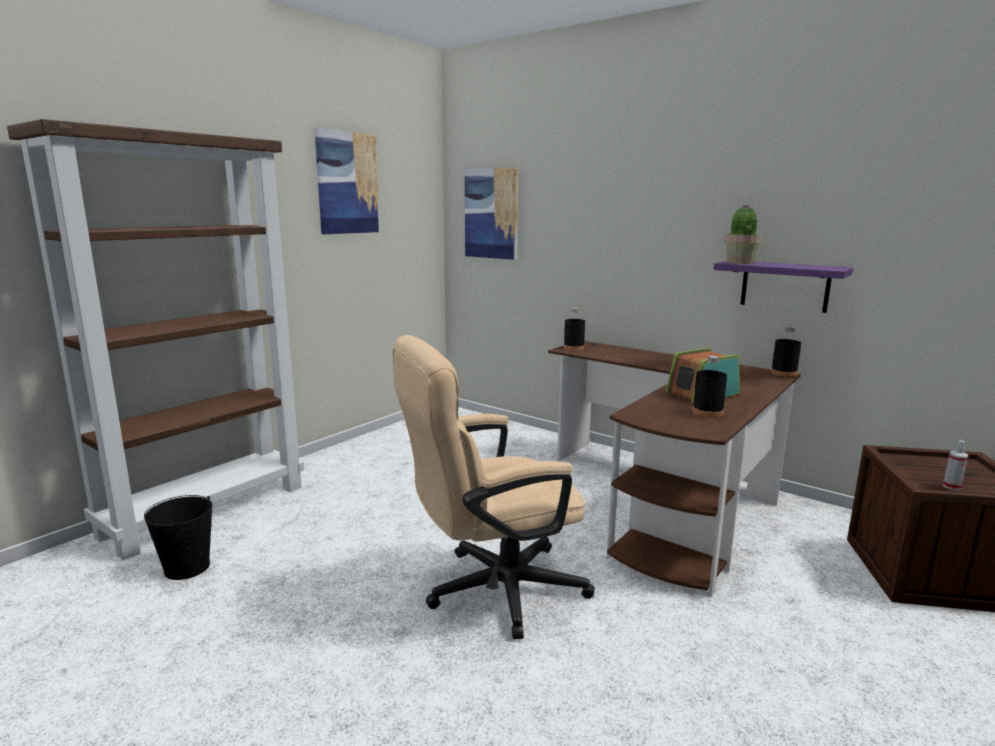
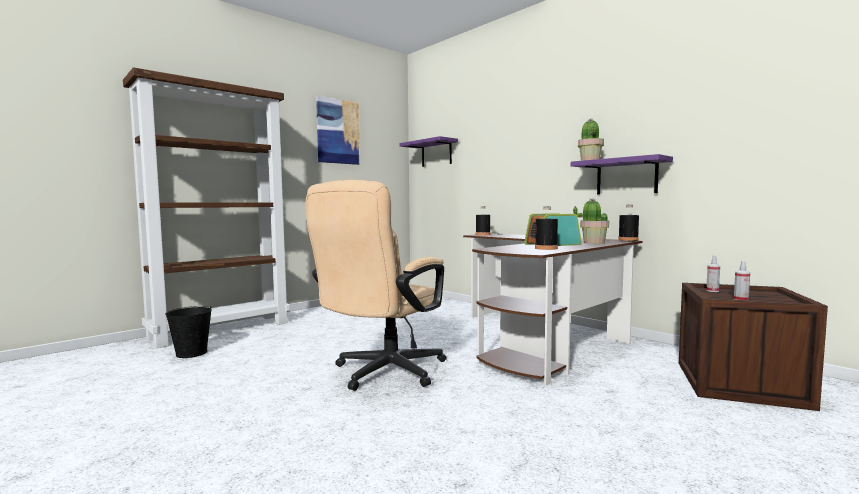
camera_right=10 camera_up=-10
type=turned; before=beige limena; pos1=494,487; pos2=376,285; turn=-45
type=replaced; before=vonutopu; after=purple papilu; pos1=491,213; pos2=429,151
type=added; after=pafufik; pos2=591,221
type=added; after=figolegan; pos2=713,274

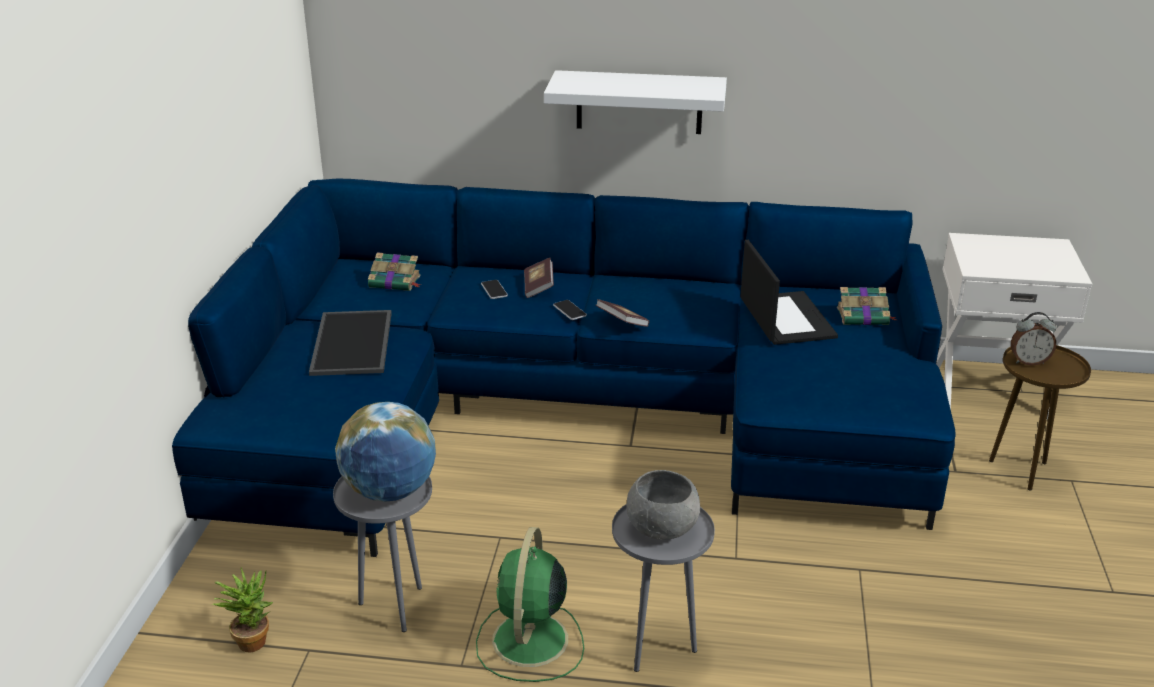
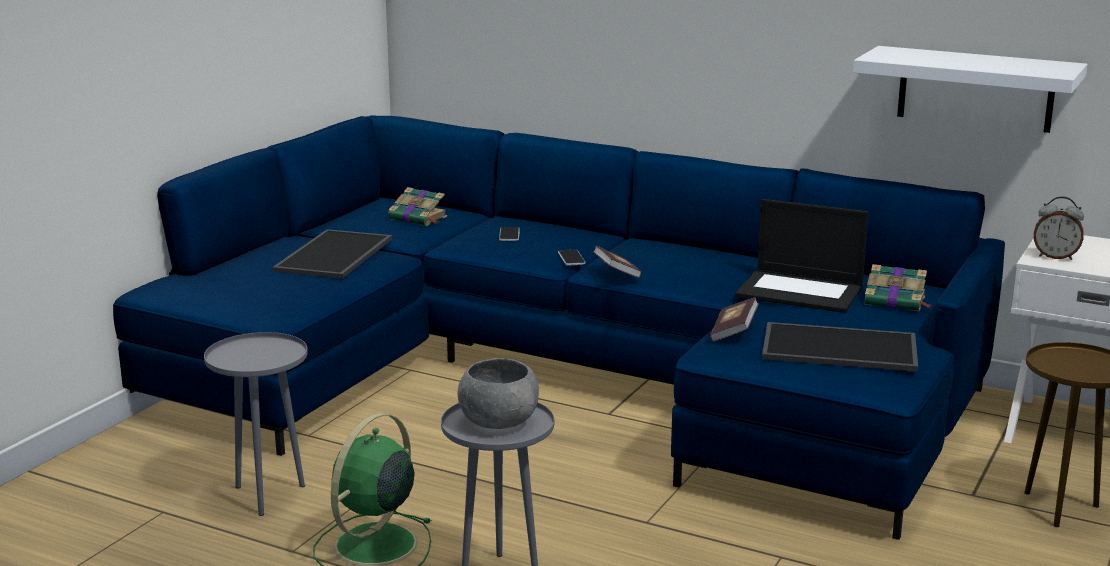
camera_right=20 camera_up=-10
type=removed; before=pafufik; pos1=242,609
type=removed; before=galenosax; pos1=385,452
type=moved; before=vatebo; pos1=539,278; pos2=734,319
type=moved; before=white papilu; pos1=635,102; pos2=970,89
type=turned; before=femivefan; pos1=789,292; pos2=802,256; turn=105
type=moved; before=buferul; pos1=1033,339; pos2=1059,228
type=added; after=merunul; pos2=840,347

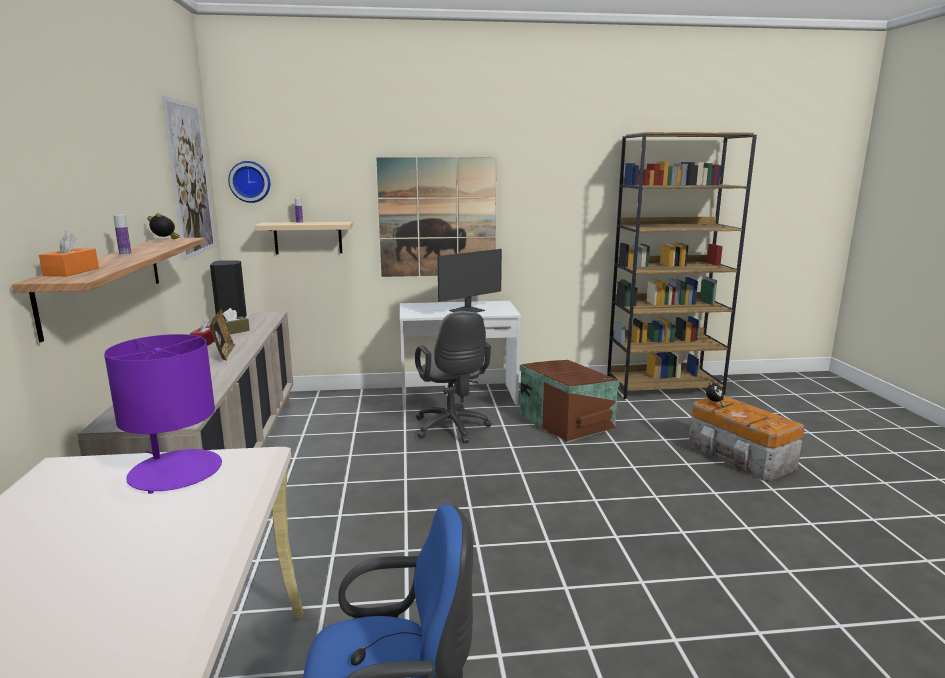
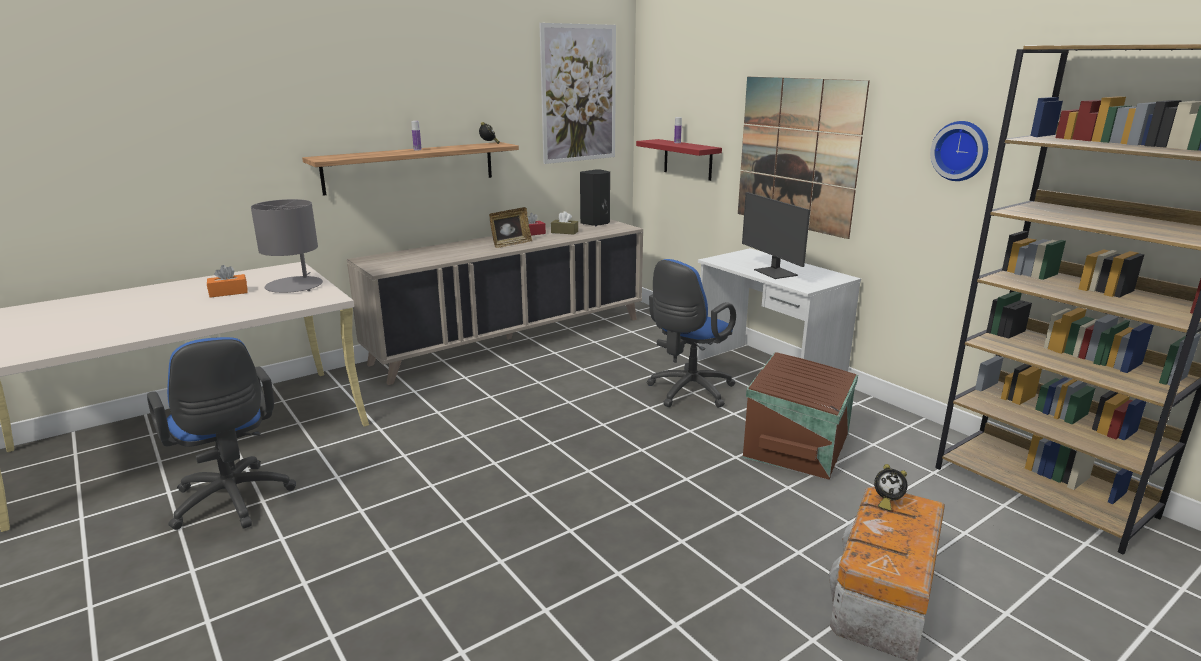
camera_right=60 camera_up=5
type=moved; before=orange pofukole; pos1=69,253; pos2=227,281
type=recoloured; before=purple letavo; after=grey letavo; pos1=163,414; pos2=287,246
type=moved; before=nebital; pos1=249,182; pos2=959,151
type=recoloured; before=beige papilu; after=red papilu; pos1=303,238; pos2=679,160
type=recoloured; before=grey limena; after=blue limena; pos1=453,377; pos2=691,333
type=turned; before=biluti; pos1=469,281; pos2=776,235; turn=45

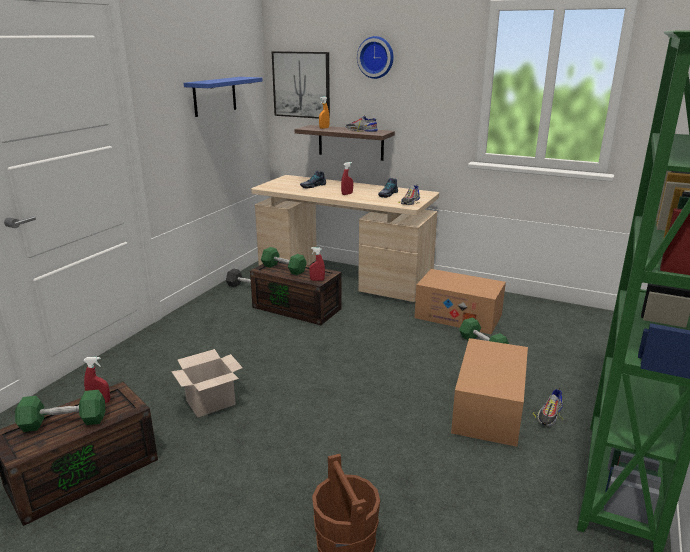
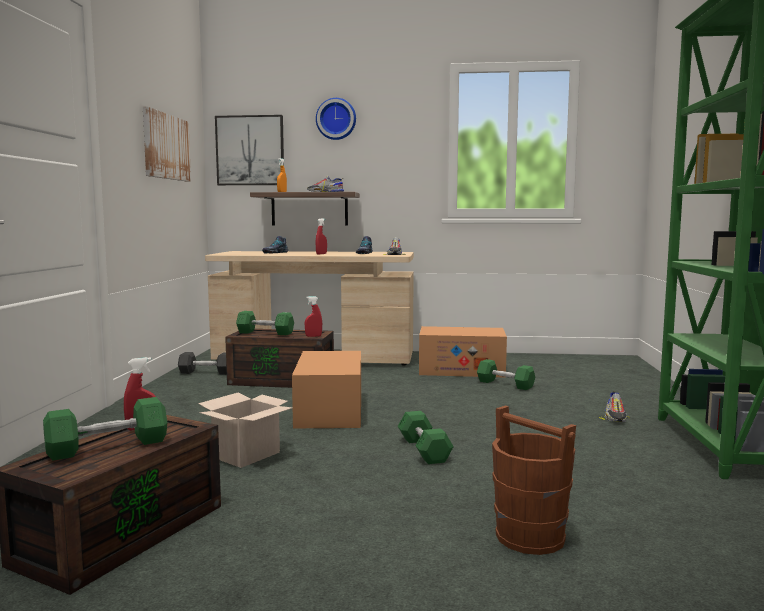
camera_right=-20 camera_up=-15
type=replaced; before=blue papilu; after=vonutopu; pos1=223,97; pos2=167,144
type=moved; before=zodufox; pos1=489,392; pos2=326,389
type=added; after=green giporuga; pos2=426,437

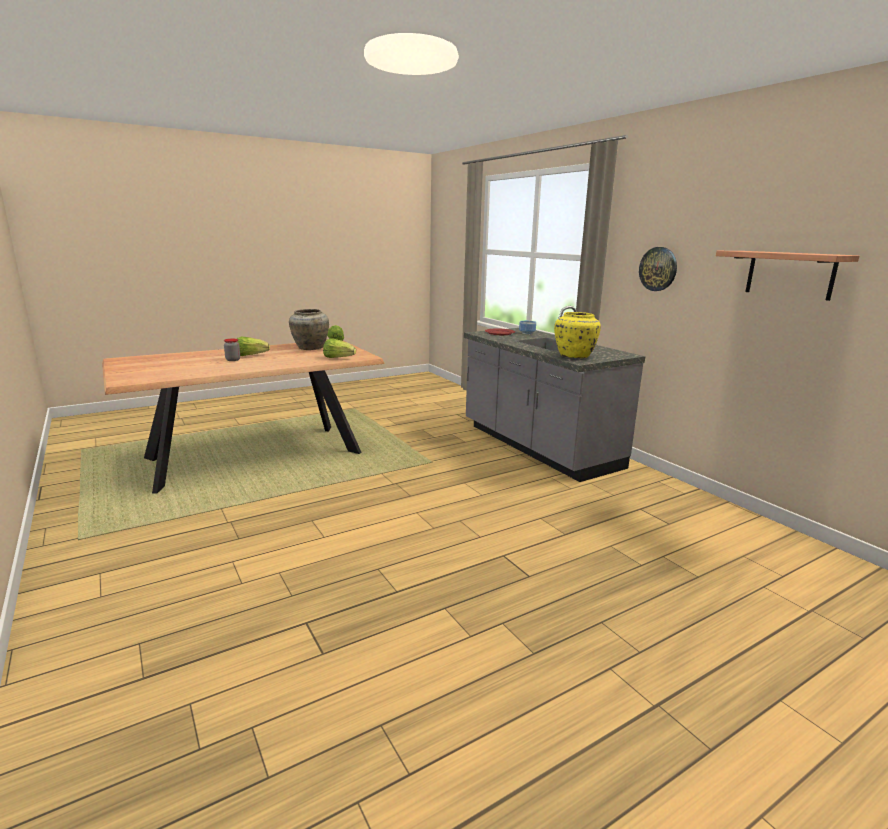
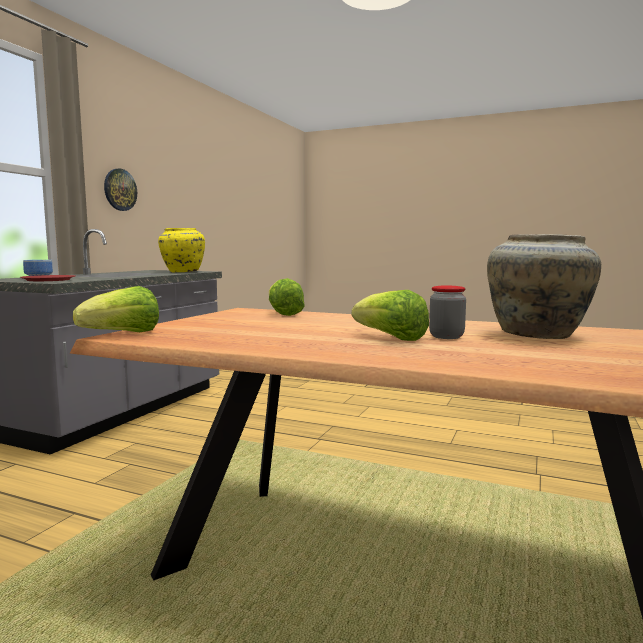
camera_right=-125 camera_up=-10
type=moved; before=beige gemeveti; pos1=309,329; pos2=544,286
type=removed; before=papilu; pos1=787,276

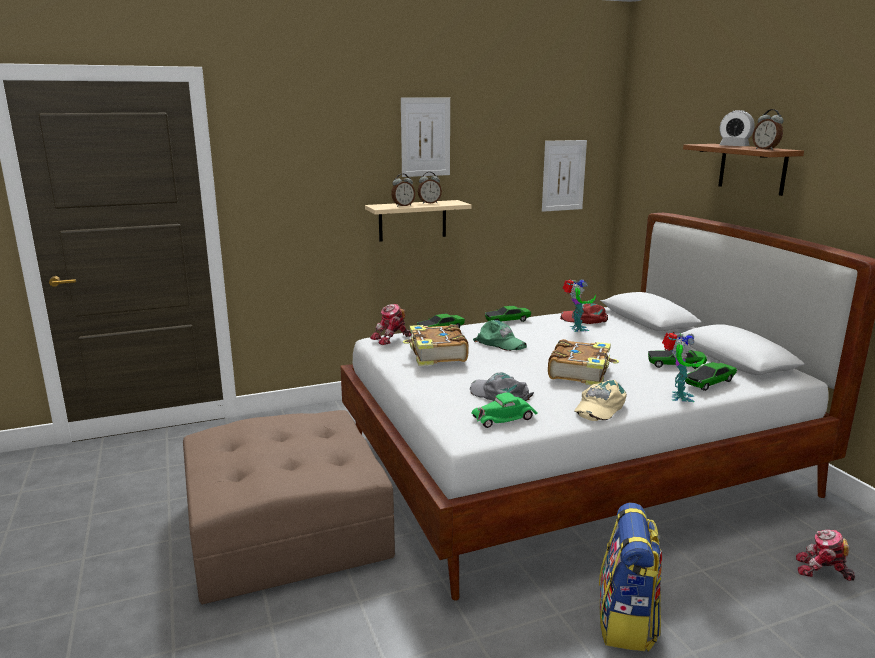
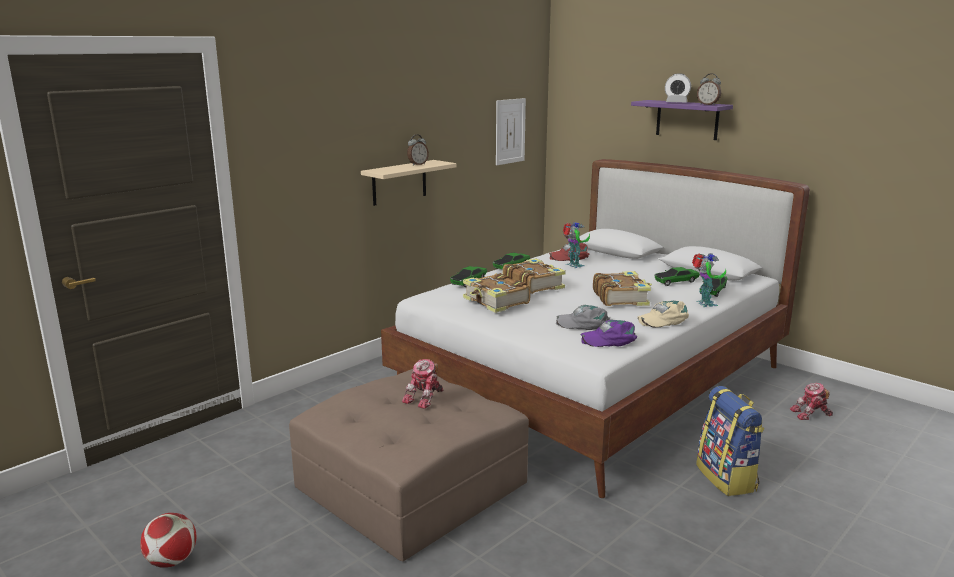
camera_right=-25 camera_up=0
type=moved; before=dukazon; pos1=391,324; pos2=422,384
type=removed; before=buferul; pos1=403,190
type=removed; before=vonutopu; pos1=425,137
type=replaced; before=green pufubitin; after=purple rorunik; pos1=504,410; pos2=608,333
type=replaced; before=green rorunik; after=vatebo; pos1=500,335; pos2=534,276
type=turned; before=beige rorunik; pos1=600,400; pos2=663,314; turn=60
type=recoloured; before=brown papilu; after=purple papilu; pos1=743,170; pos2=682,120
type=added; after=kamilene; pos2=168,540

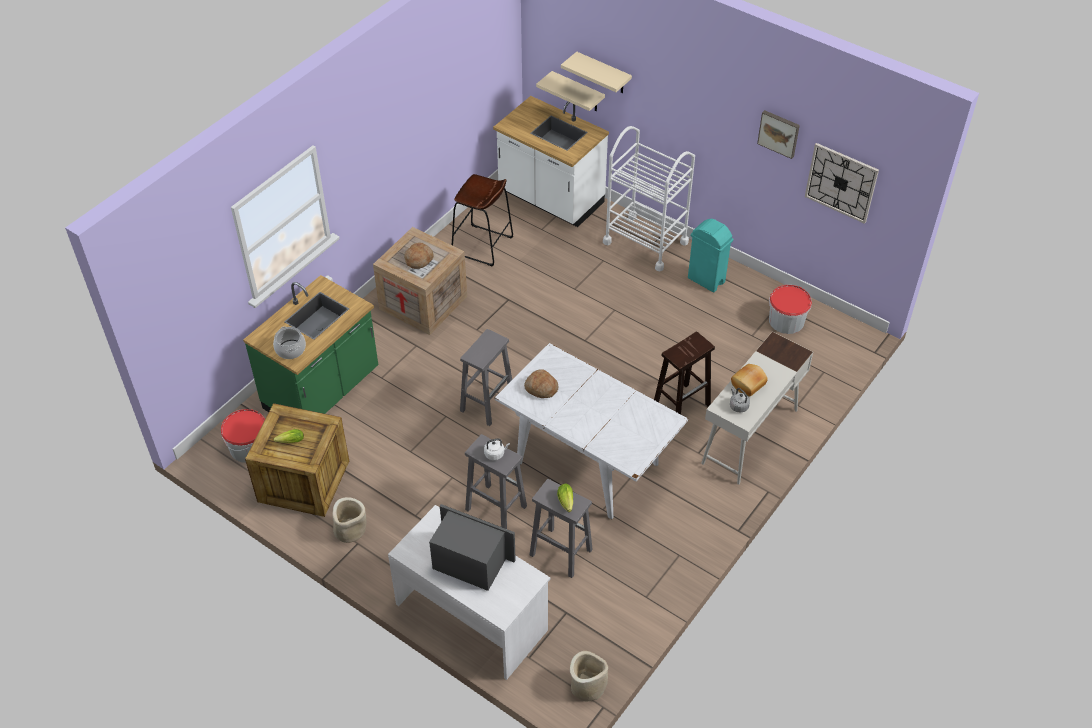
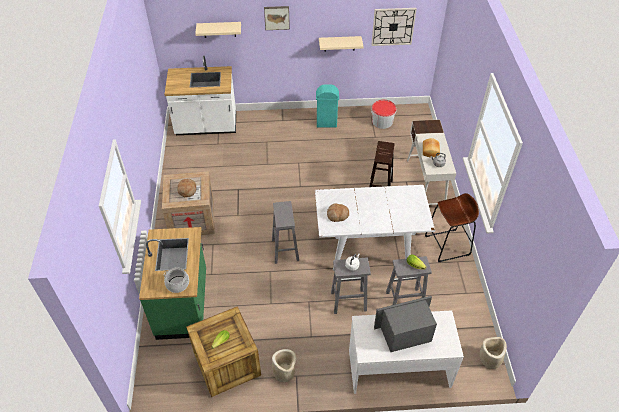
camera_right=-40 camera_up=0
type=removed; before=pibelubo; pos1=243,436
type=moved; before=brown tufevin; pos1=482,220; pos2=452,227
type=moved; before=beige papilu; pos1=570,91; pos2=341,43
type=removed; before=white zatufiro; pos1=649,199
type=moved; before=vonutopu; pos1=778,134; pos2=277,18

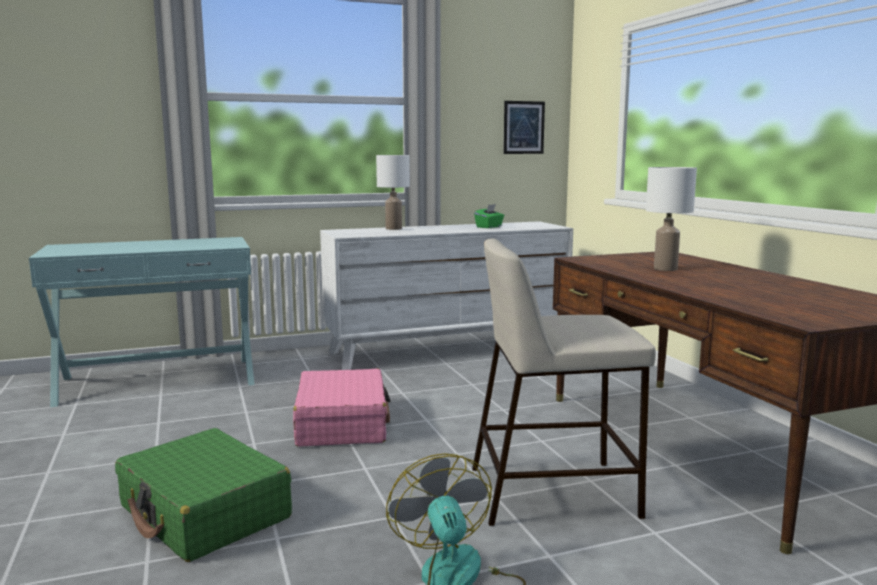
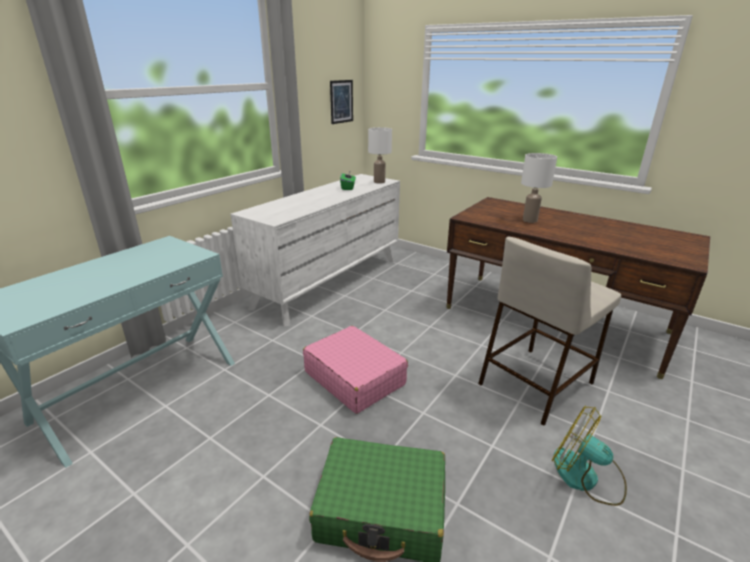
camera_right=-35 camera_up=15
type=moved; before=white letavo; pos1=393,192; pos2=380,155

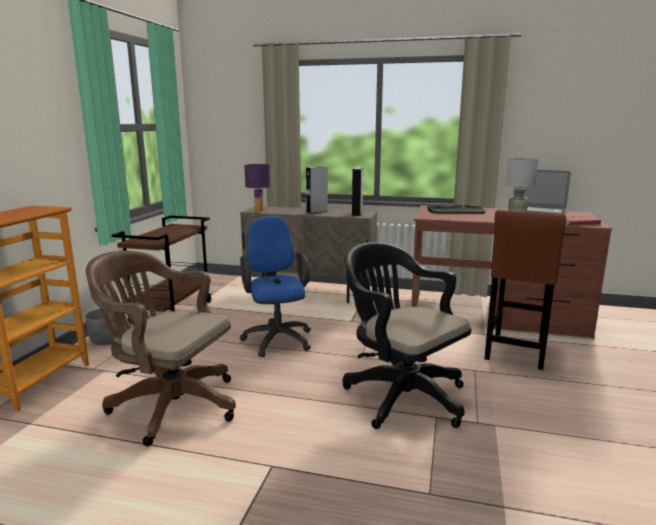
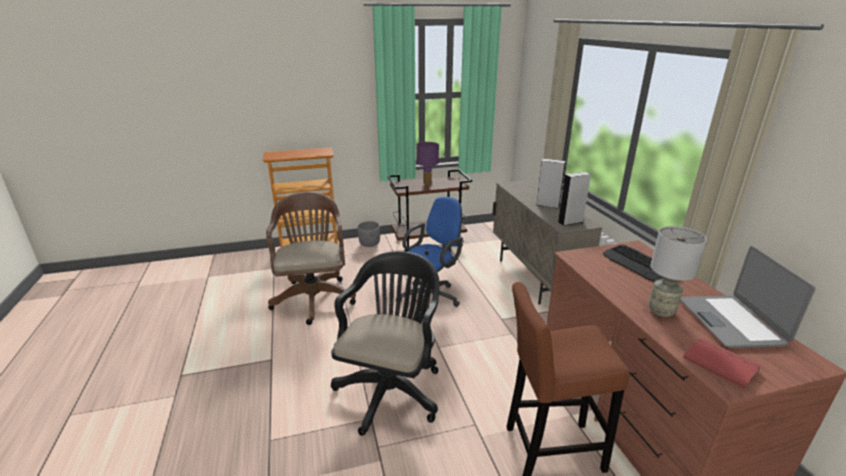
camera_right=60 camera_up=10
type=moved; before=purple letavo; pos1=257,188; pos2=427,163

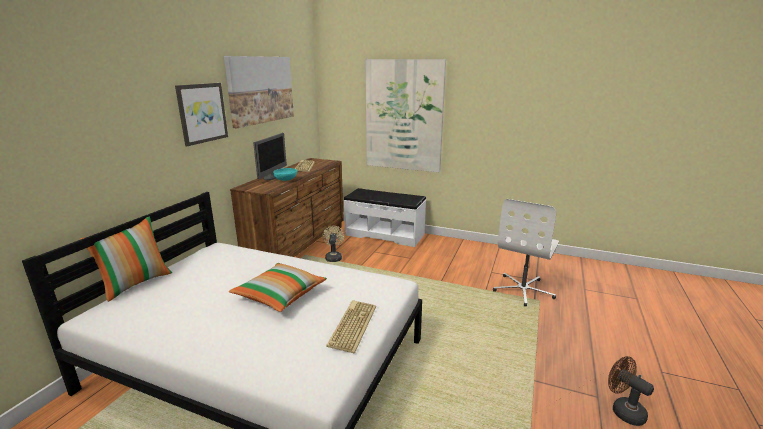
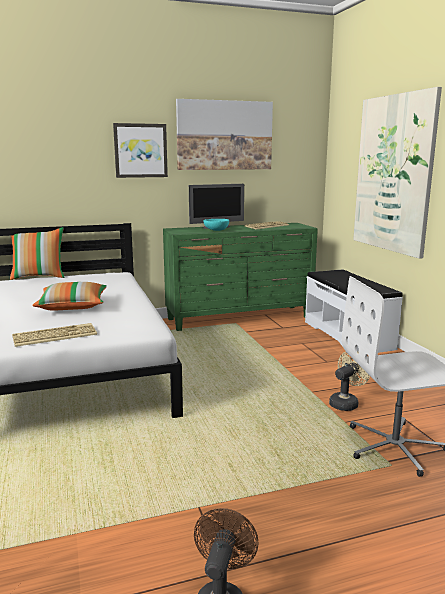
camera_right=50 camera_up=-5
type=recoloured; before=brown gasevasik; after=green gasevasik; pos1=287,207; pos2=240,277
type=moved; before=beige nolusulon; pos1=333,244; pos2=349,381

